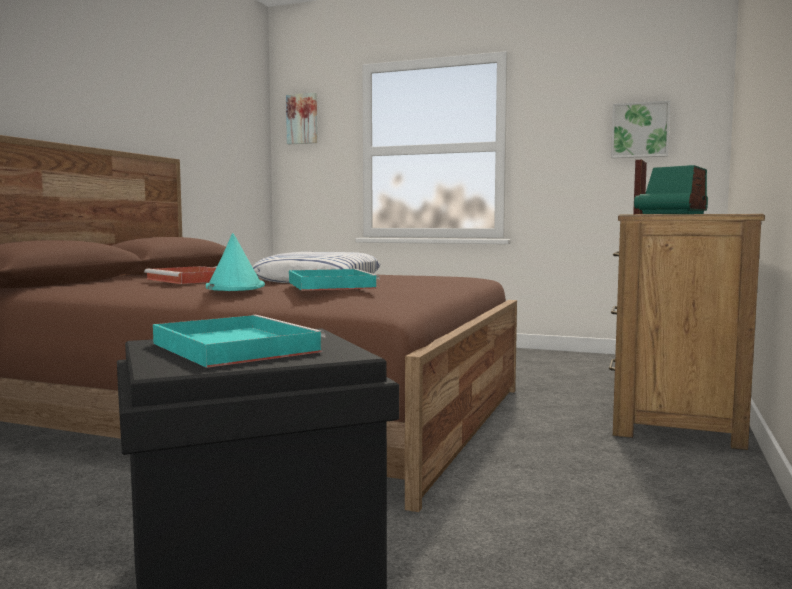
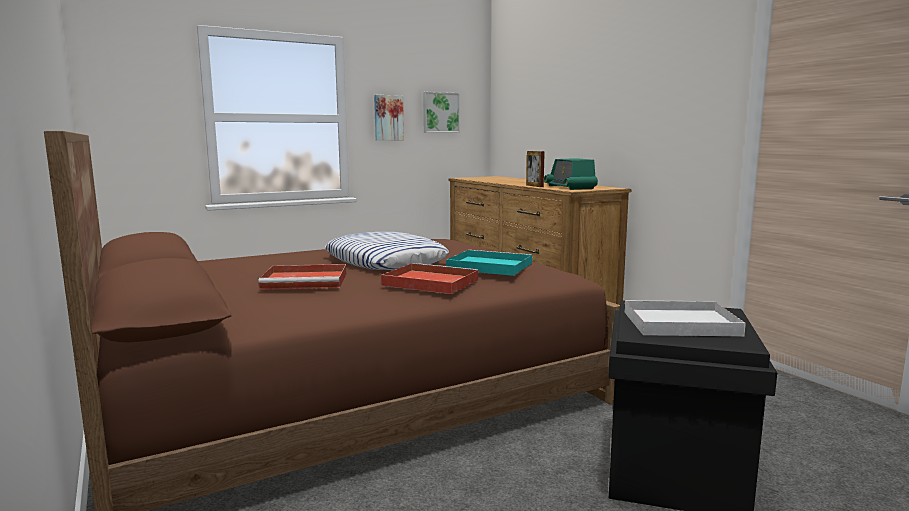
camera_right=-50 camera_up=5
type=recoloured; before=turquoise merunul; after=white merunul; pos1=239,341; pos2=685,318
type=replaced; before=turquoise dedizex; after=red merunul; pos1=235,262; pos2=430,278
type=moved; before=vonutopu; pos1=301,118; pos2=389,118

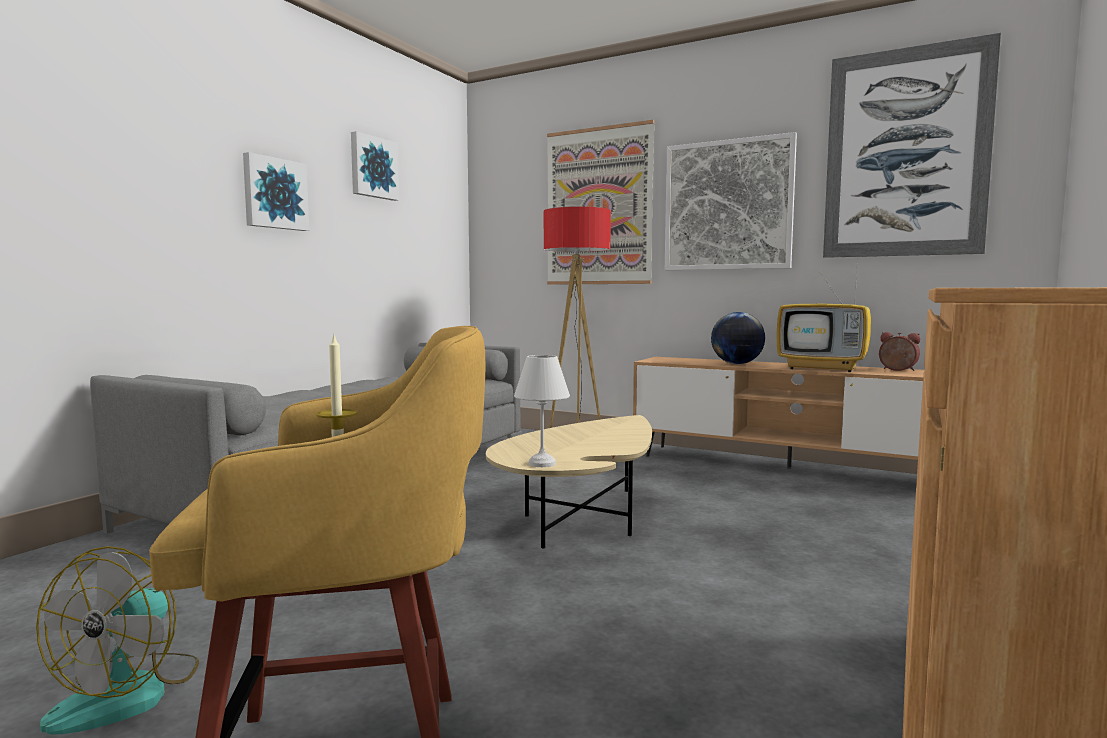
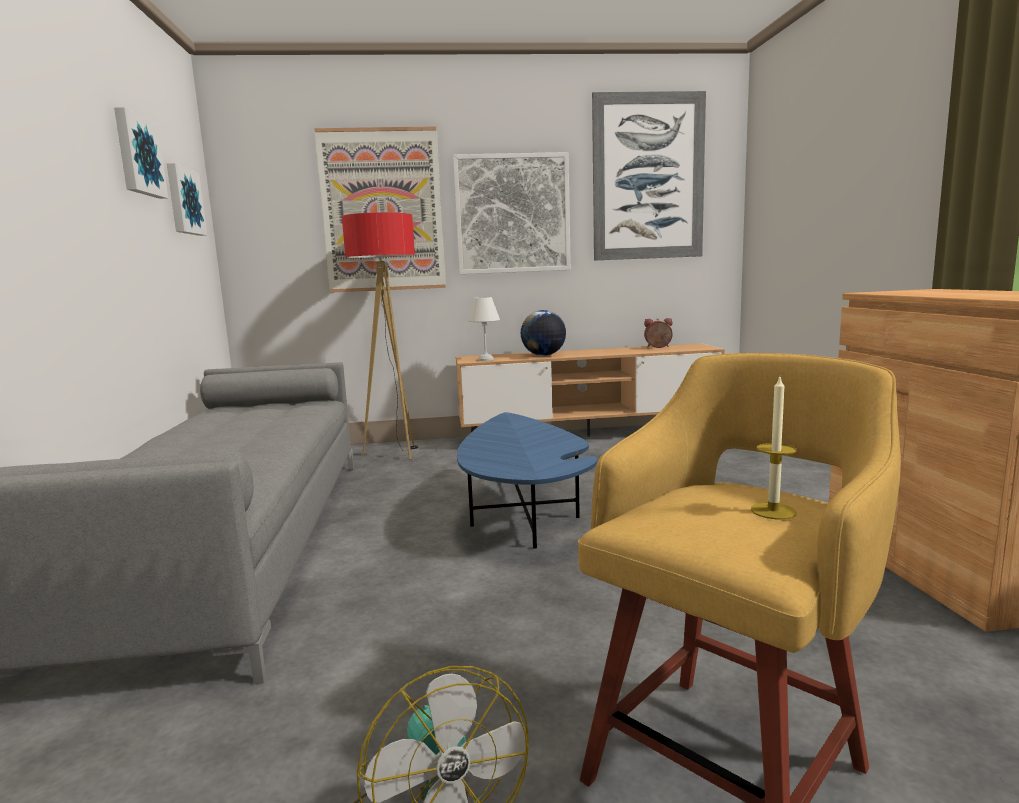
camera_right=-35 camera_up=5
type=moved; before=vonutopu; pos1=276,191; pos2=187,199
type=recoloured; before=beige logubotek; after=blue logubotek; pos1=569,481; pos2=527,480
type=moved; before=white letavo; pos1=542,411; pos2=484,329
type=removed; before=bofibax; pos1=824,322

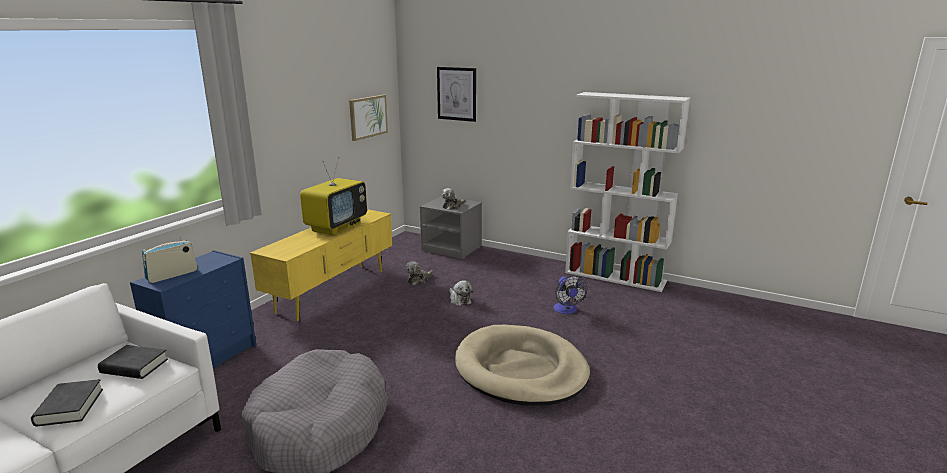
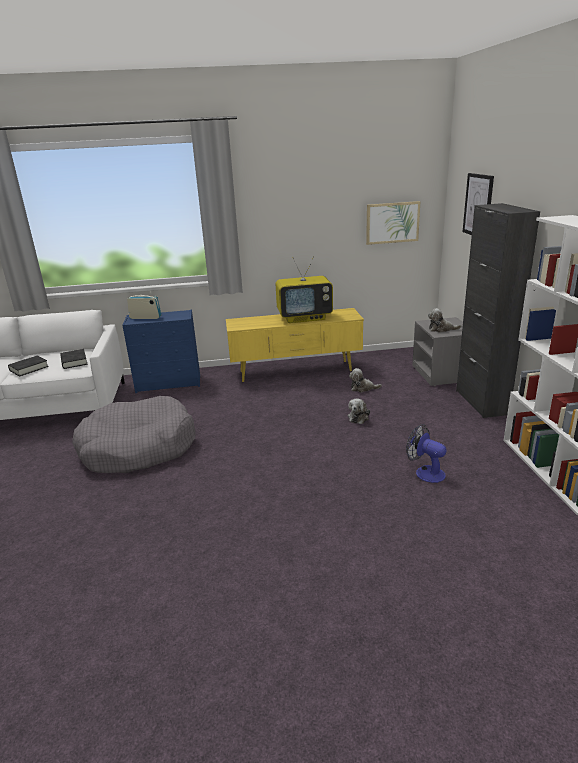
camera_right=55 camera_up=5
type=removed; before=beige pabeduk; pos1=522,365
type=turned; before=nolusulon; pos1=570,294; pos2=426,453; turn=90
type=added; after=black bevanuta; pos2=498,310

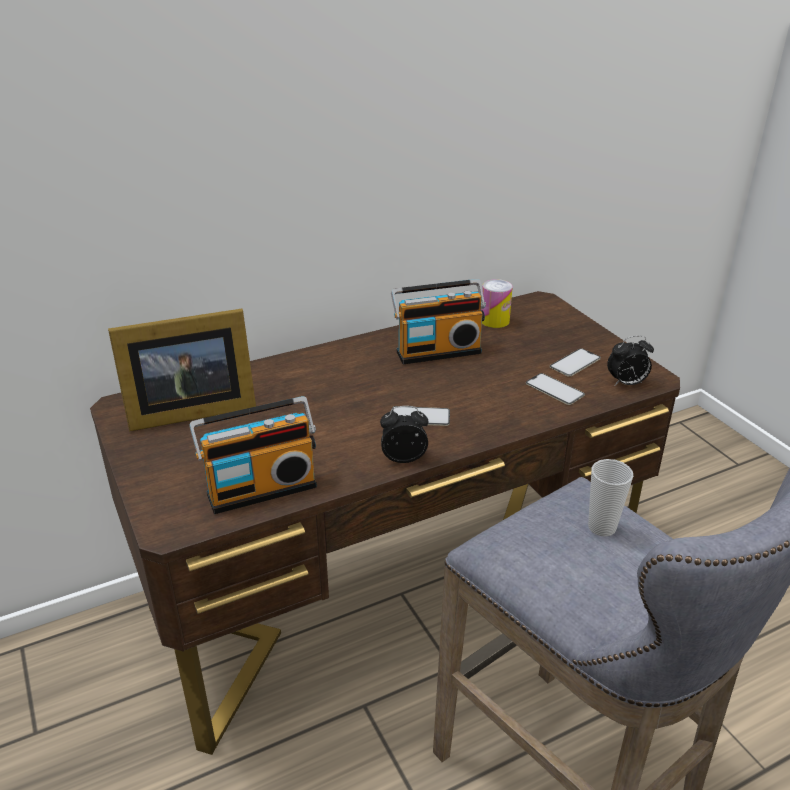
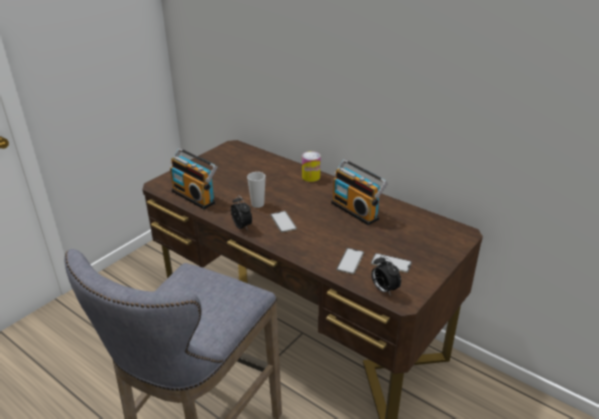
camera_right=65 camera_up=0
type=removed; before=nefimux; pos1=182,370
type=moved; before=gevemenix; pos1=497,303; pos2=311,166
type=moved; before=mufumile; pos1=610,498; pos2=256,190

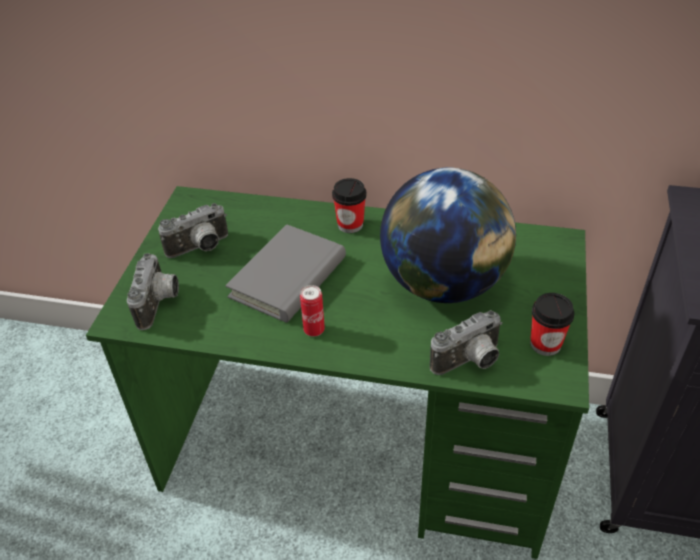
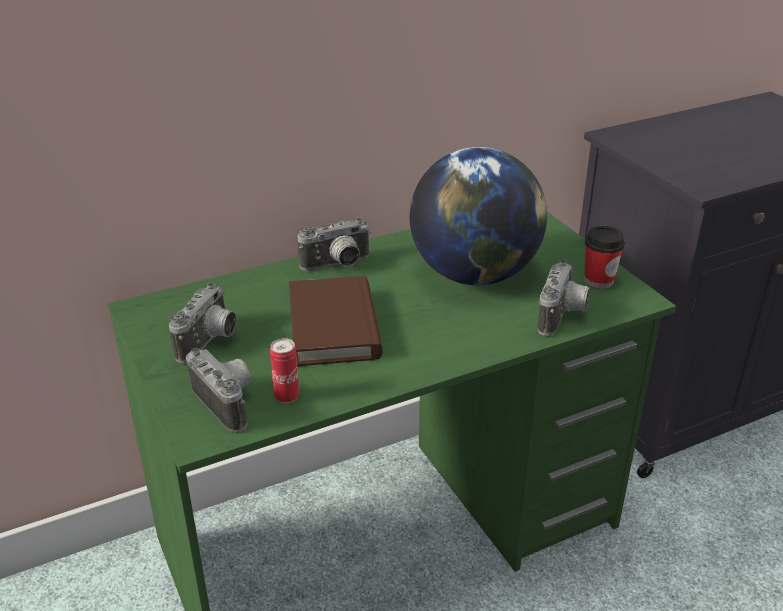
camera_right=-40 camera_up=-10
type=recoloured; before=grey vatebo; after=brown vatebo; pos1=285,273; pos2=336,321
type=moved; before=gevemenix; pos1=312,311; pos2=284,370
type=replaced; before=mufumile; after=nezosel; pos1=349,205; pos2=334,244

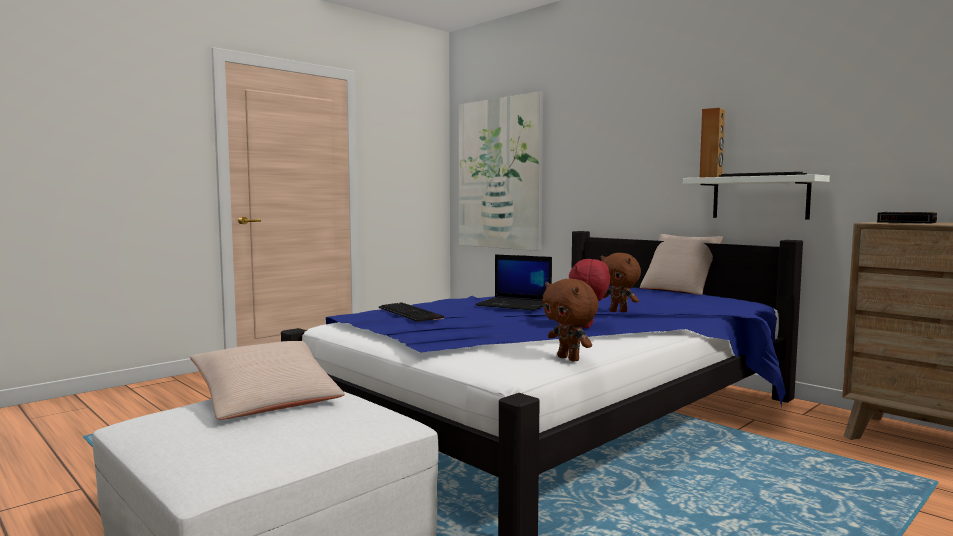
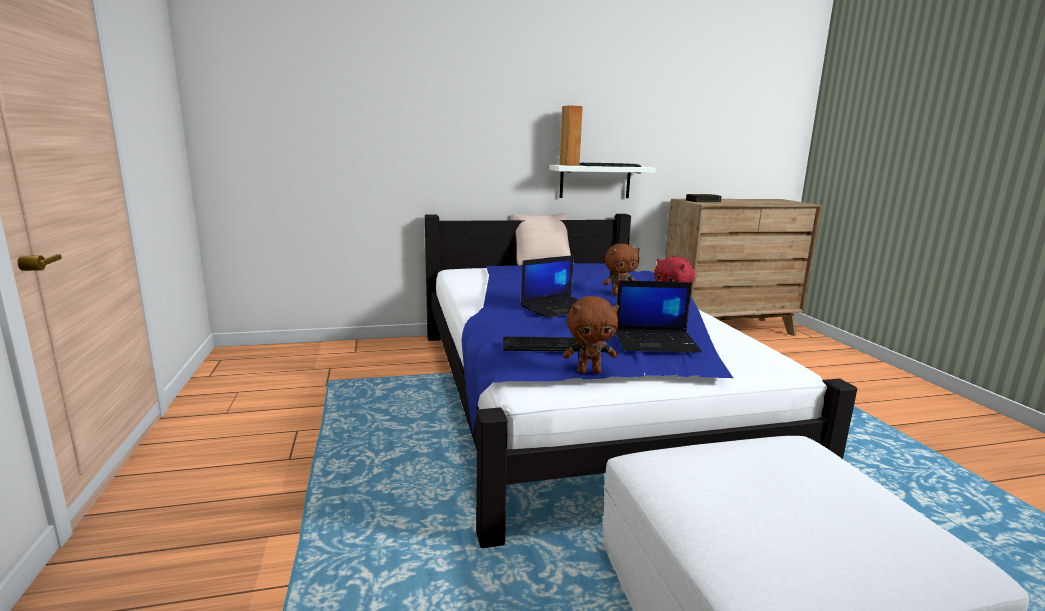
camera_right=-60 camera_up=10
type=removed; before=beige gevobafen; pos1=267,380
type=removed; before=vonutopu; pos1=500,171
type=moved; before=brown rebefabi; pos1=570,320; pos2=591,335
type=added; after=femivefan; pos2=659,316

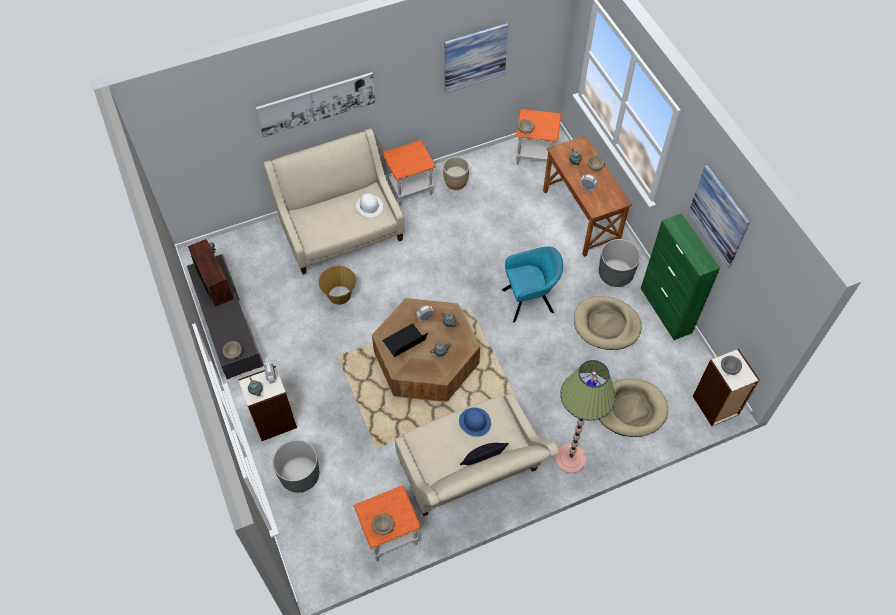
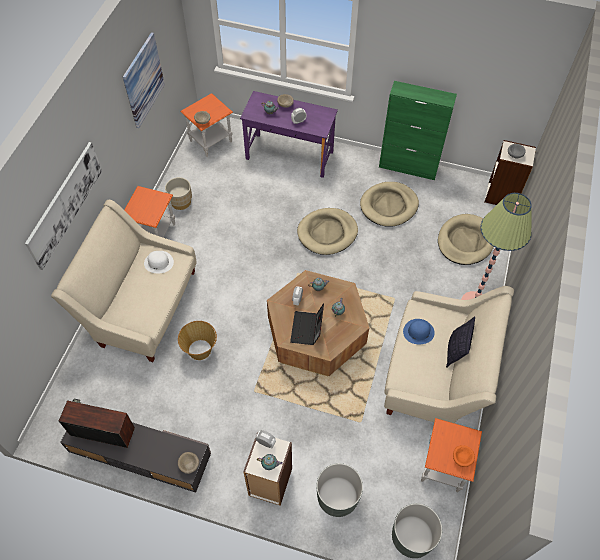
camera_right=-50 camera_up=0
type=recoloured; before=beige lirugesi; after=orange lirugesi; pos1=382,524; pos2=464,456
type=replaced; before=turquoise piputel; after=beige pabeduk; pos1=532,284; pos2=327,231
type=recoloured; before=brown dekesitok; after=purple dekesitok; pos1=587,196; pos2=289,134
type=moved; before=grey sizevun; pos1=620,263; pos2=417,530
type=removed; before=vonutopu; pos1=719,217

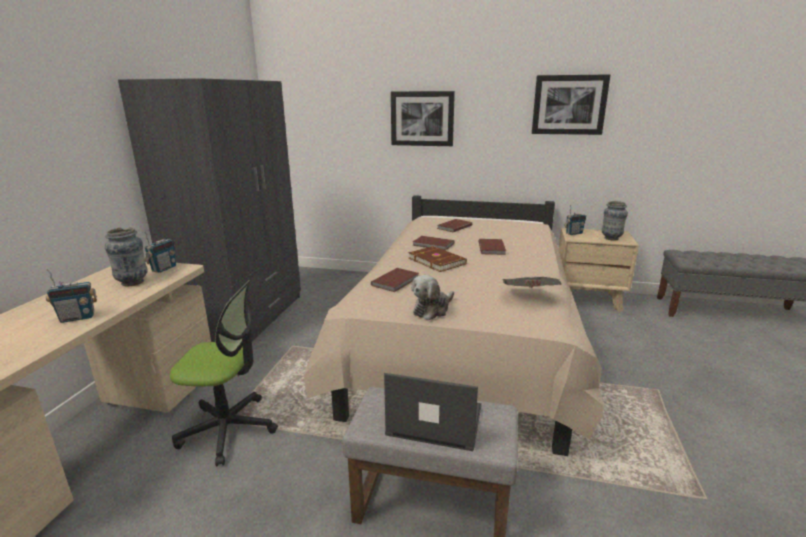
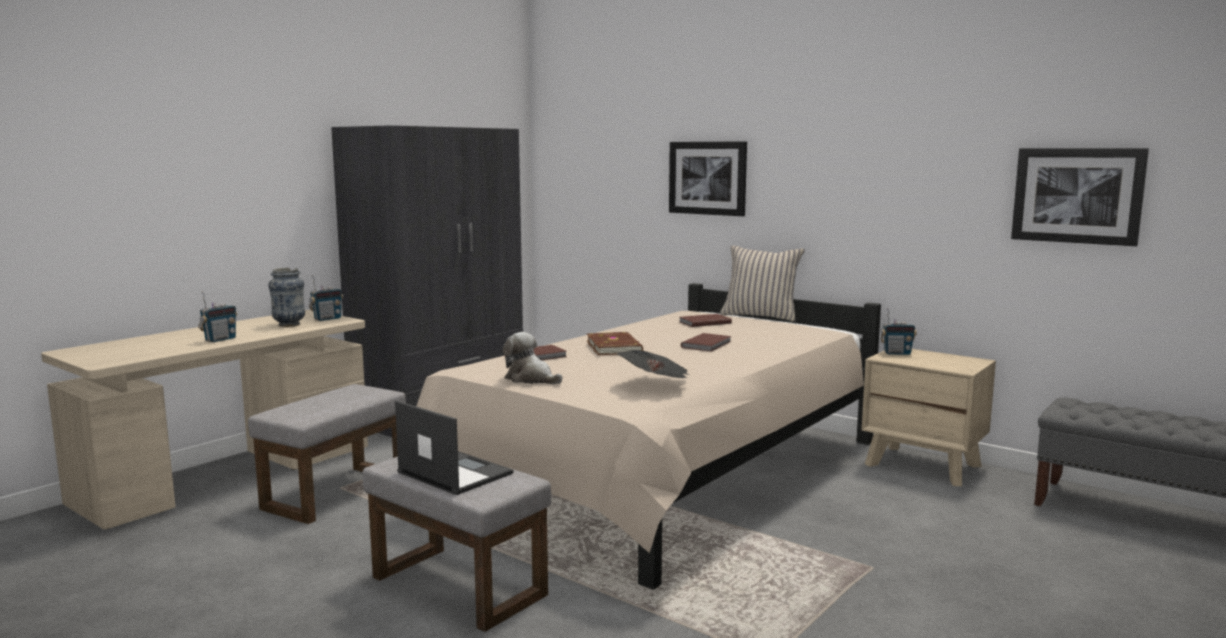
camera_right=25 camera_up=-10
type=turned; before=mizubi; pos1=71,296; pos2=217,316; turn=-60
type=replaced; before=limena; after=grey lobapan; pos1=224,373; pos2=327,454
type=turned; before=rebefabi; pos1=432,297; pos2=532,358; turn=60
type=removed; before=brown vatebo; pos1=433,243
type=moved; before=vonutopu; pos1=571,104; pos2=1080,197
type=removed; before=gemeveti; pos1=615,221
type=added; after=beige gevobafen; pos2=762,284

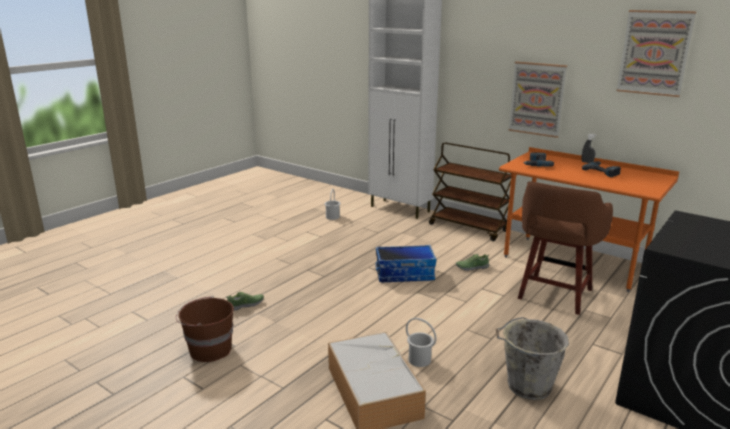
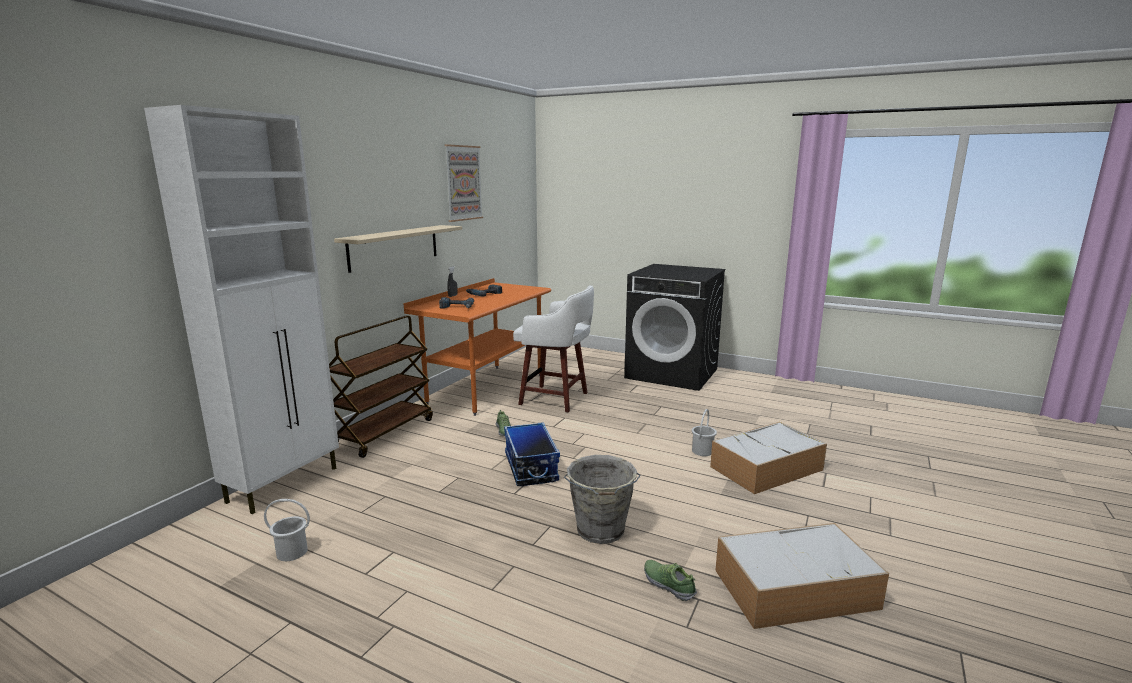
camera_right=-100 camera_up=-5
type=replaced; before=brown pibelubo; after=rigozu; pos1=205,329; pos2=802,576
type=moved; before=grey pibelubo; pos1=532,358; pos2=602,499
type=replaced; before=vonutopu; after=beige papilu; pos1=537,99; pos2=398,249
type=recoloured; before=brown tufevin; after=white tufevin; pos1=565,248; pos2=553,348

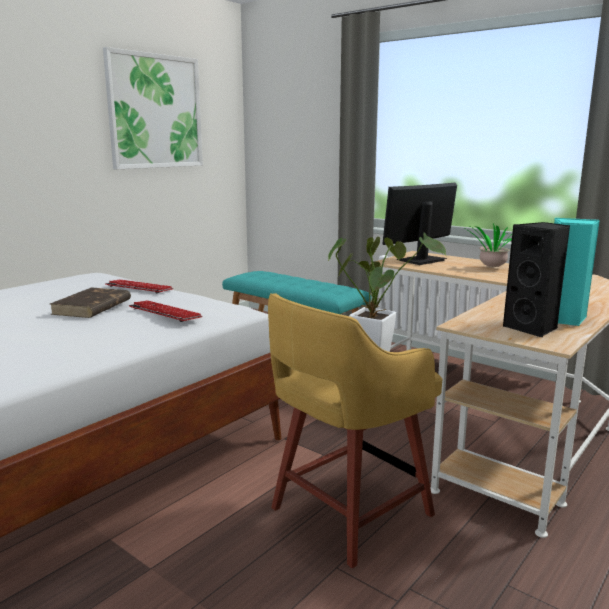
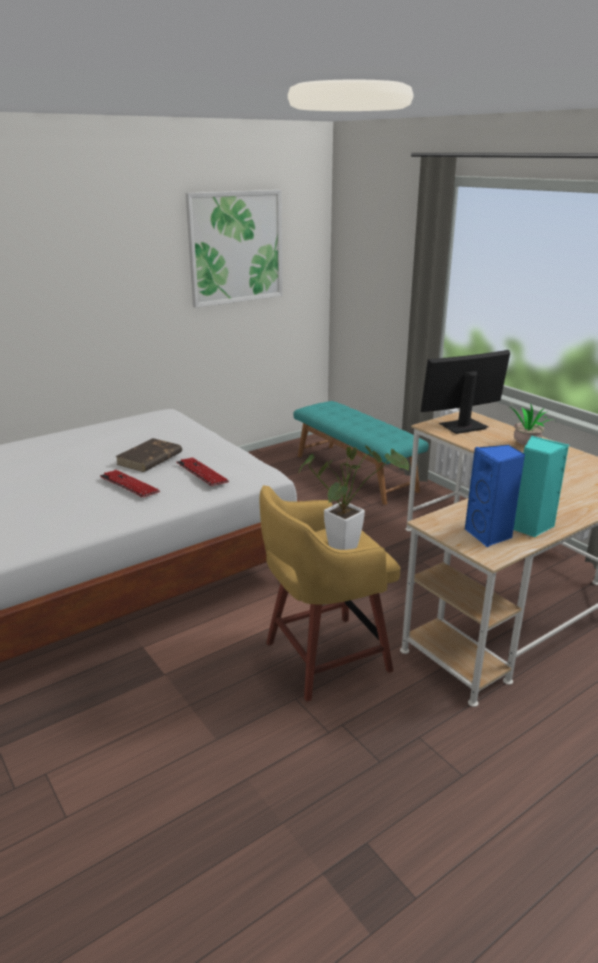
camera_right=15 camera_up=10
type=moved; before=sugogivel; pos1=139,286; pos2=130,483
type=recoloured; before=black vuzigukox; after=blue vuzigukox; pos1=536,279; pos2=495,496

